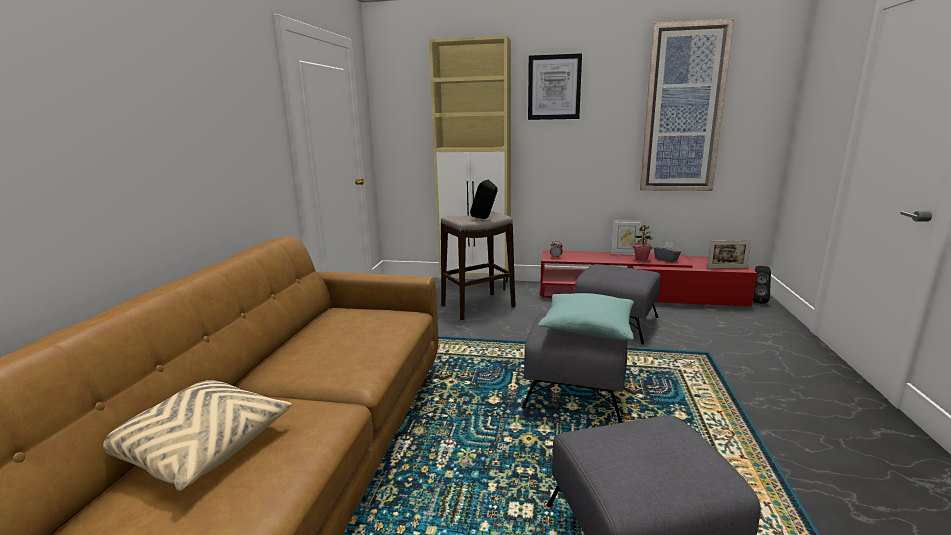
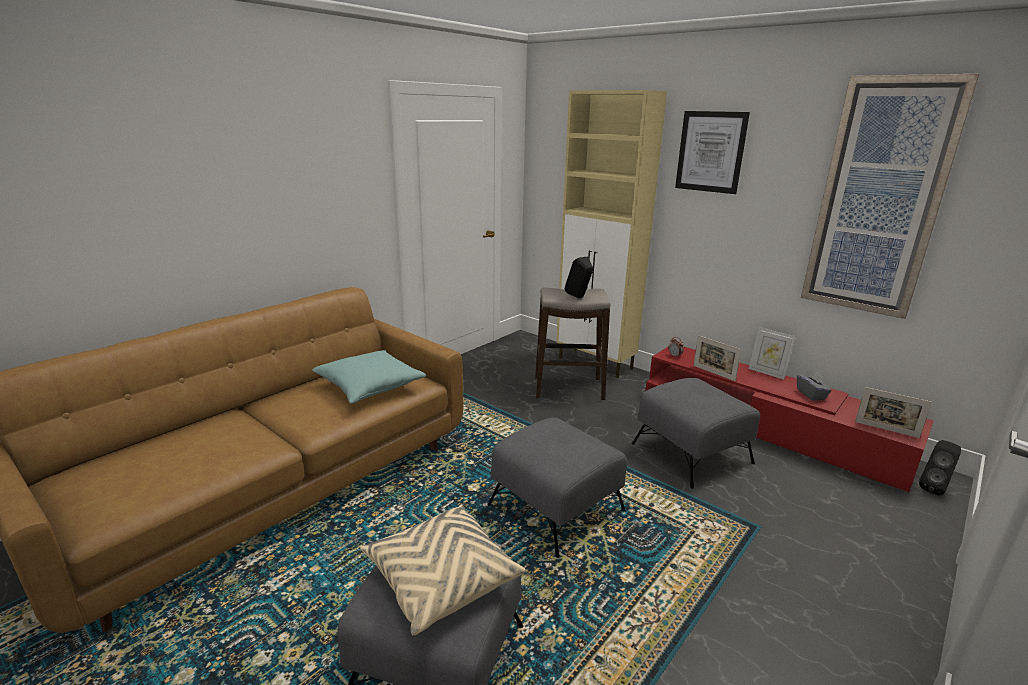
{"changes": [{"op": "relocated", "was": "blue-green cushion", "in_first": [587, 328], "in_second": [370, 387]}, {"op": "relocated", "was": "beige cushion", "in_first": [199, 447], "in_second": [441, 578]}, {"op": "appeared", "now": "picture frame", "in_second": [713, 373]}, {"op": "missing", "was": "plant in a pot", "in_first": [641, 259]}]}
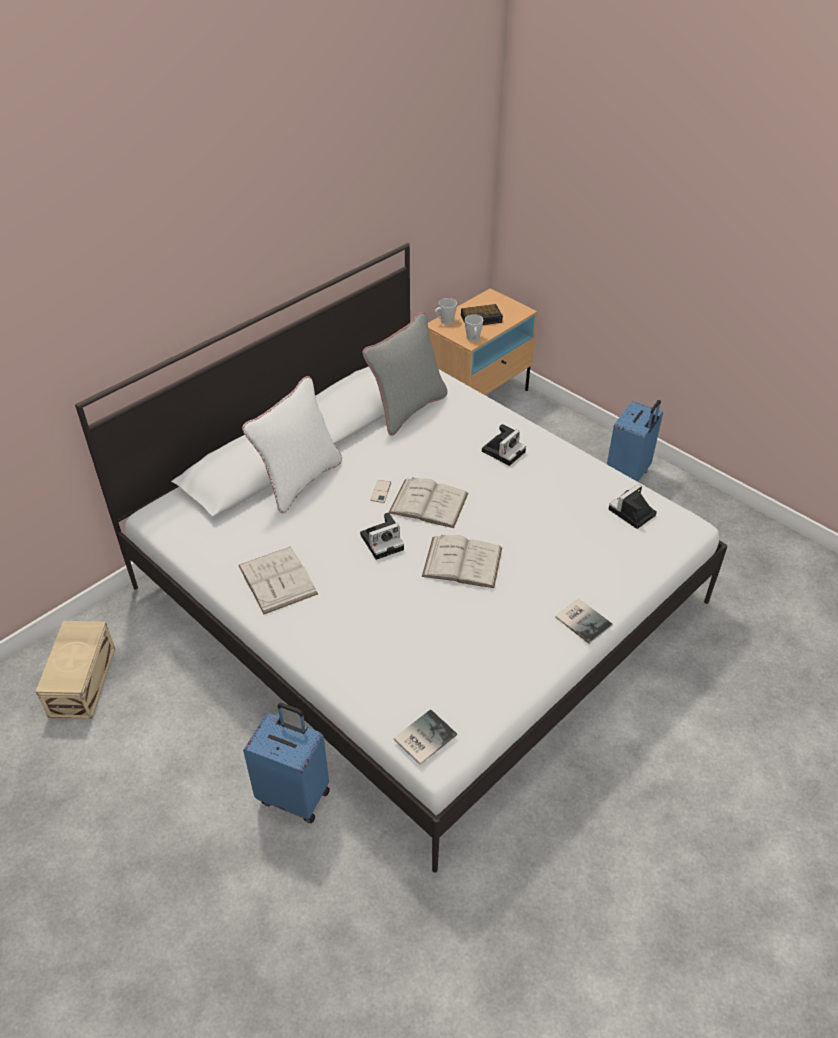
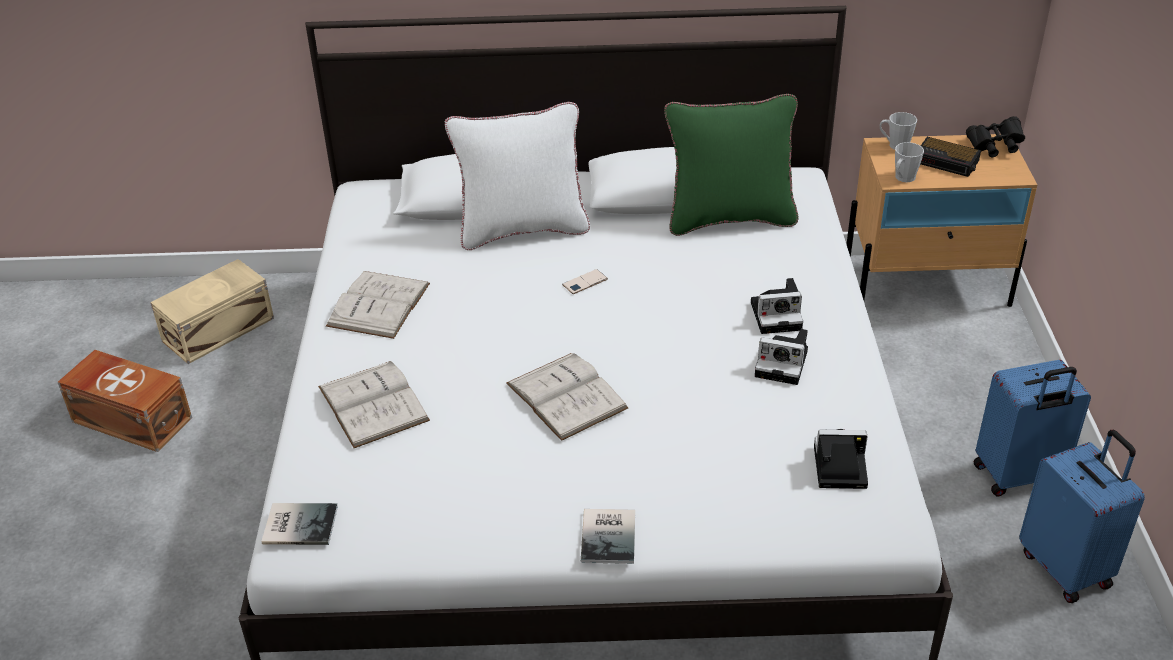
{"changes": [{"op": "appeared", "now": "brown-coloured storage bin", "in_second": [131, 418]}, {"op": "relocated", "was": "whitish volume", "in_first": [428, 503], "in_second": [373, 403]}, {"op": "colour", "was": "gray cushion", "now": "green-coloured cushion", "in_first": [407, 409], "in_second": [729, 218]}, {"op": "relocated", "was": "photo camera", "in_first": [383, 541], "in_second": [784, 364]}, {"op": "appeared", "now": "blackish field glasses", "in_second": [995, 147]}, {"op": "relocated", "was": "bluish travel case", "in_first": [295, 795], "in_second": [1066, 568]}]}
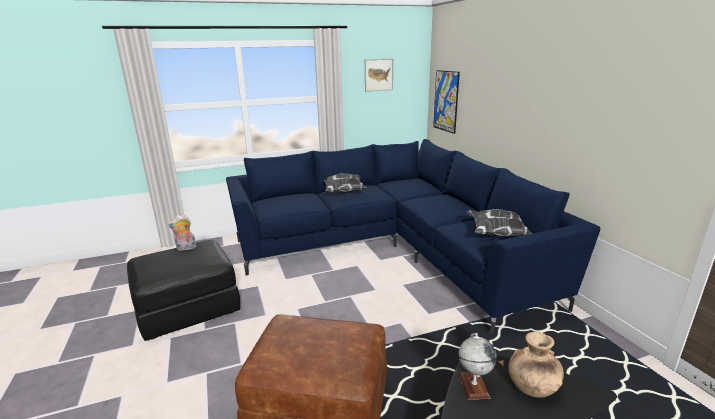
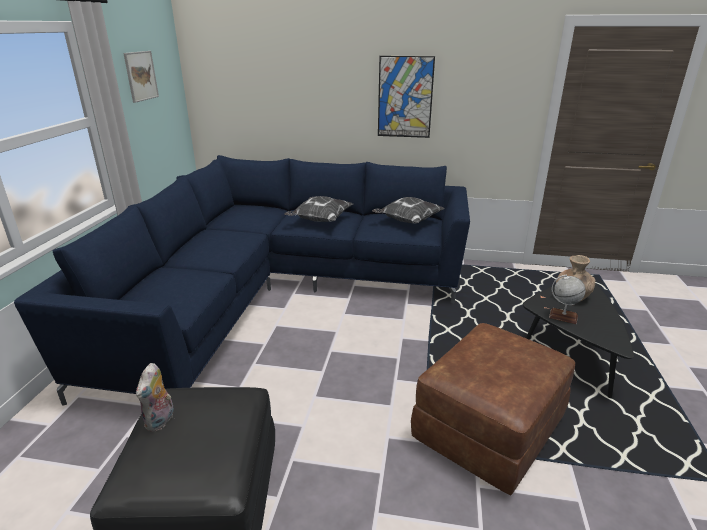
{"changes": [{"op": "relocated", "was": "cushion", "in_first": [342, 192], "in_second": [319, 221]}, {"op": "relocated", "was": "picture", "in_first": [446, 101], "in_second": [405, 97]}]}
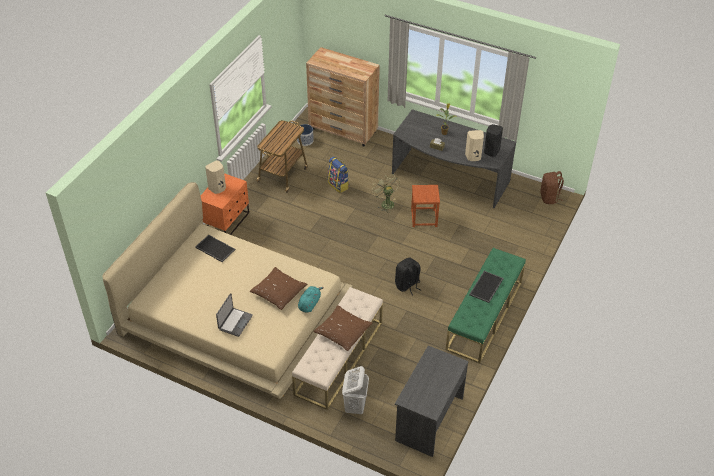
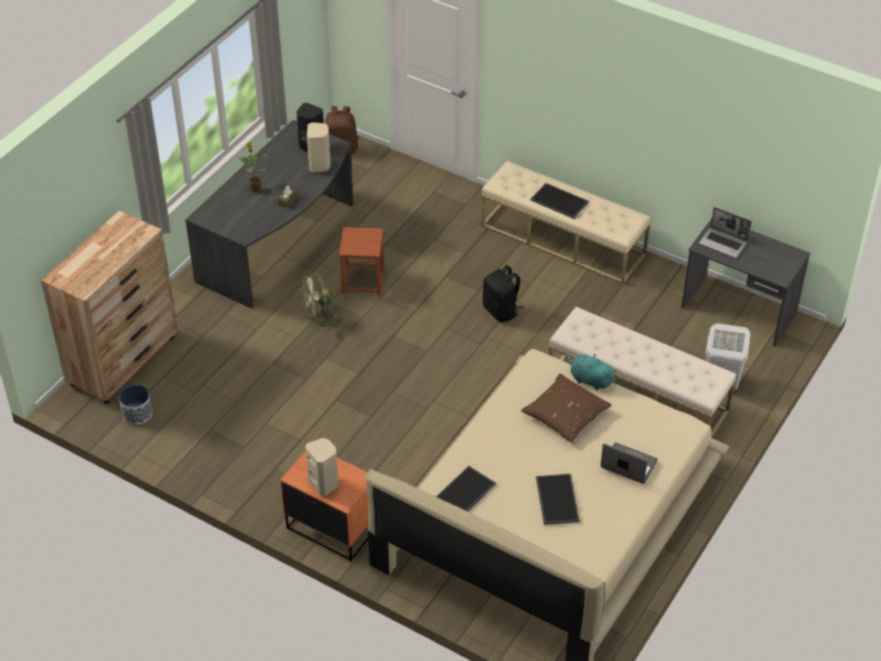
{"changes": [{"op": "colour", "was": "green-coloured bench", "now": "beige bench", "in_first": [484, 315], "in_second": [563, 240]}, {"op": "appeared", "now": "serving tray", "in_second": [556, 499]}, {"op": "appeared", "now": "laptop", "in_second": [724, 243]}, {"op": "missing", "was": "wheeled cart", "in_first": [283, 174]}, {"op": "missing", "was": "brown-coloured cushion", "in_first": [343, 332]}, {"op": "missing", "was": "backpack", "in_first": [339, 185]}]}
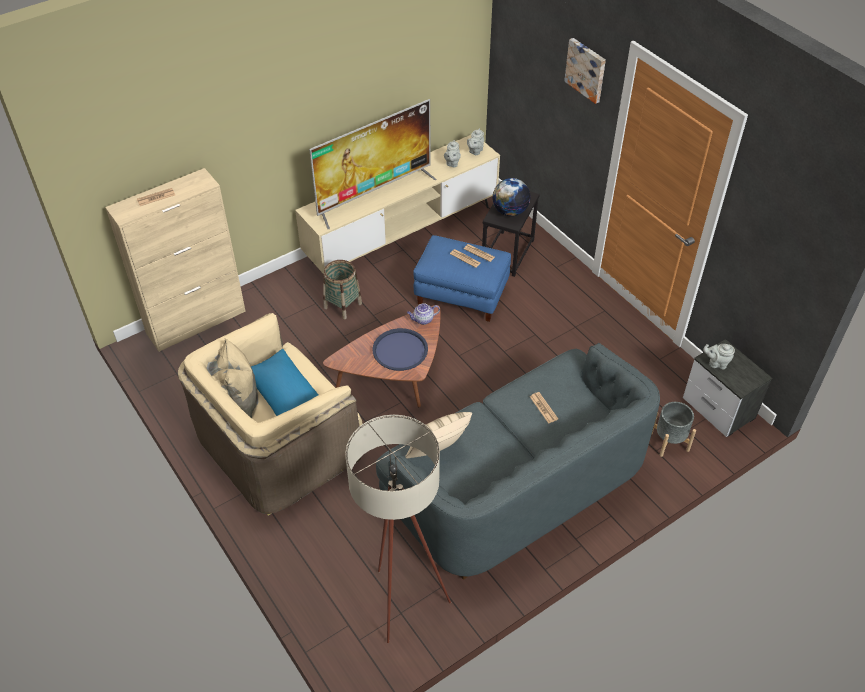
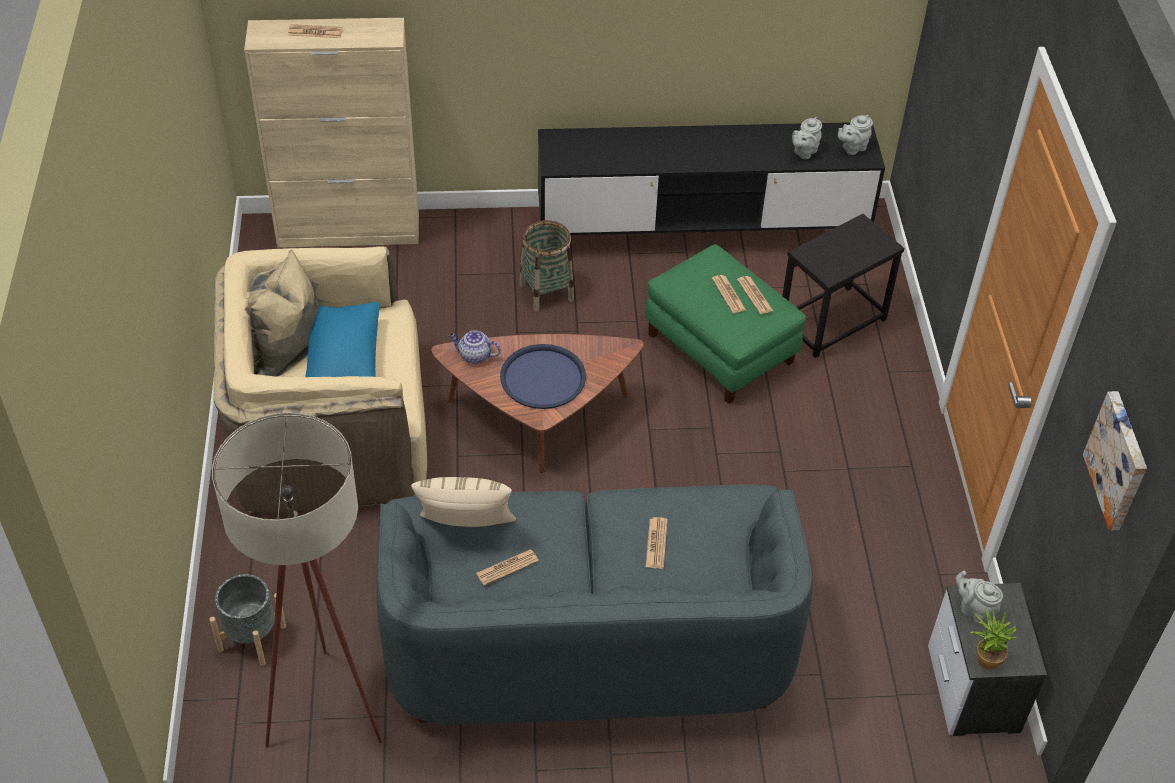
{"changes": [{"op": "relocated", "was": "gray planter", "in_first": [669, 441], "in_second": [252, 638]}, {"op": "relocated", "was": "teapot", "in_first": [423, 320], "in_second": [474, 356]}, {"op": "appeared", "now": "printed paper", "in_second": [507, 567]}, {"op": "colour", "was": "beige tv stand", "now": "blackish tv stand", "in_first": [402, 235], "in_second": [701, 232]}, {"op": "colour", "was": "bluish ottoman", "now": "green-coloured ottoman", "in_first": [462, 293], "in_second": [721, 348]}, {"op": "appeared", "now": "plant in a pot", "in_second": [984, 657]}, {"op": "relocated", "was": "picture", "in_first": [586, 69], "in_second": [1119, 460]}, {"op": "missing", "was": "television", "in_first": [374, 195]}, {"op": "missing", "was": "globe", "in_first": [510, 211]}]}
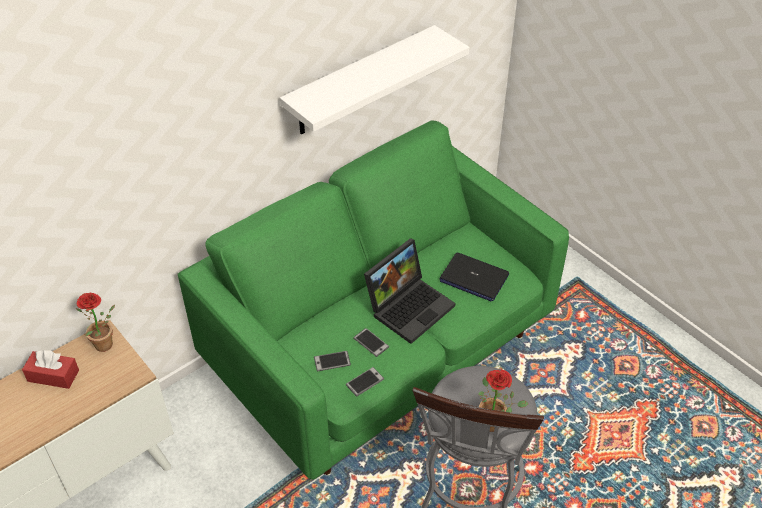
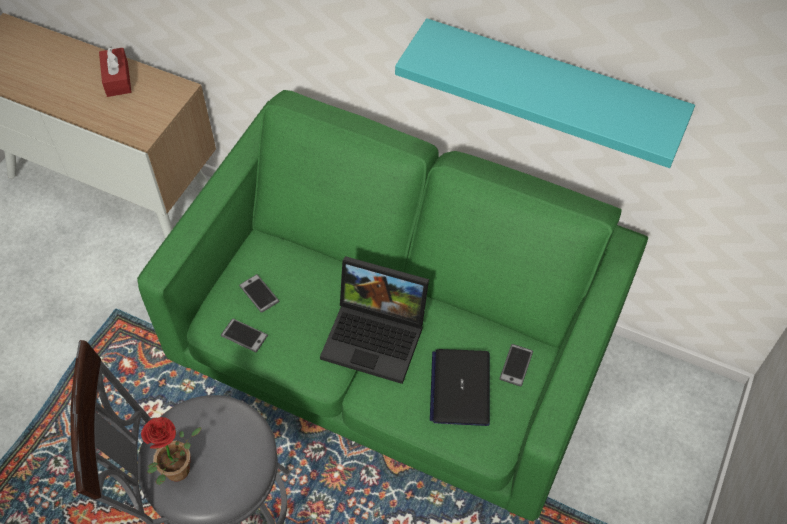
{"changes": [{"op": "colour", "was": "whitish wall shelf", "now": "blue-green wall shelf", "in_first": [361, 81], "in_second": [551, 87]}, {"op": "relocated", "was": "handset", "in_first": [371, 342], "in_second": [516, 365]}, {"op": "missing", "was": "plant in a pot", "in_first": [106, 347]}]}
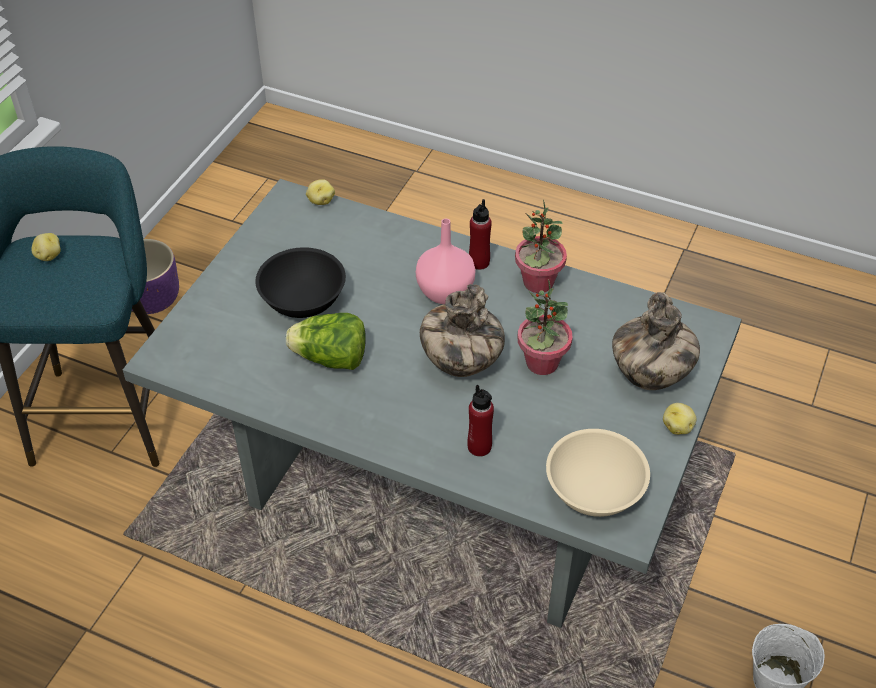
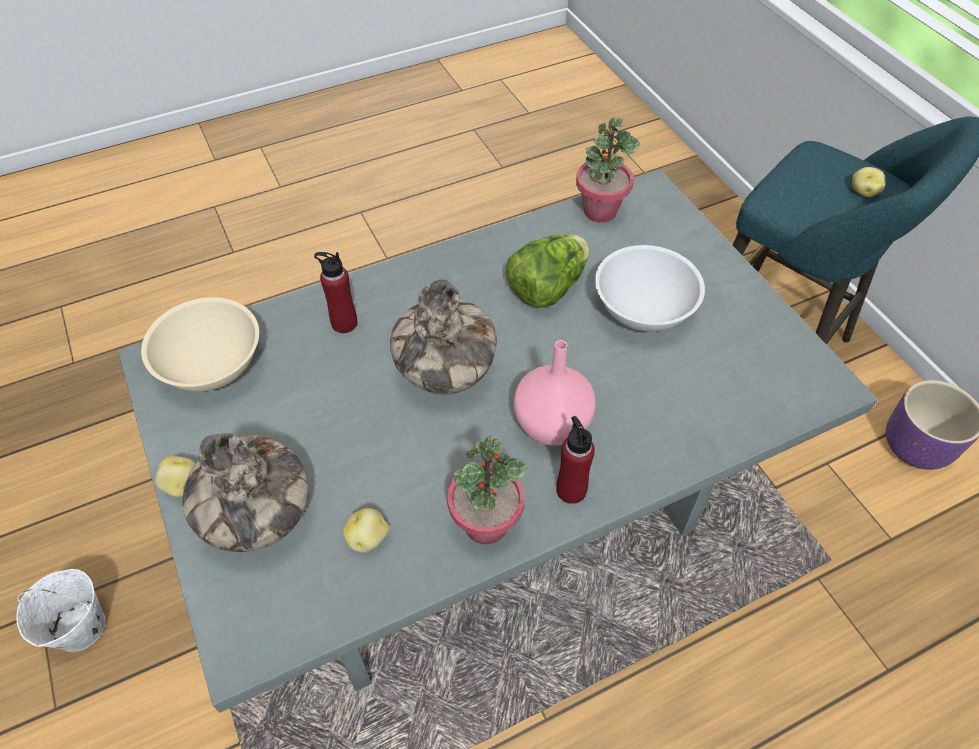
{"changes": [{"op": "relocated", "was": "whole potato", "in_first": [320, 201], "in_second": [368, 538]}, {"op": "relocated", "was": "plant in a pot", "in_first": [541, 363], "in_second": [600, 211]}, {"op": "colour", "was": "blackish deep dish", "now": "whitish deep dish", "in_first": [303, 301], "in_second": [642, 309]}]}
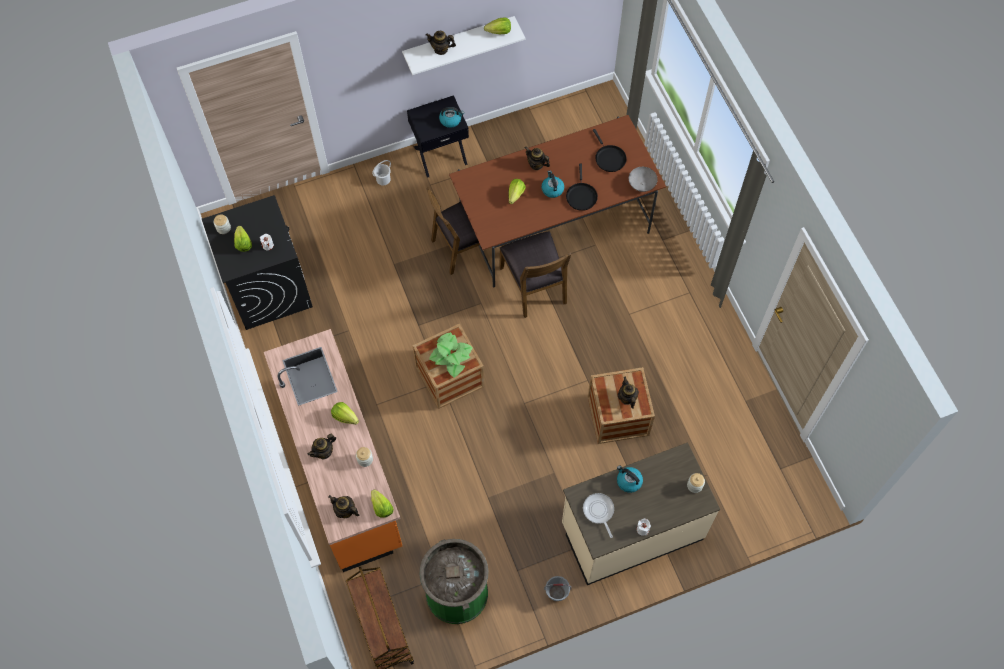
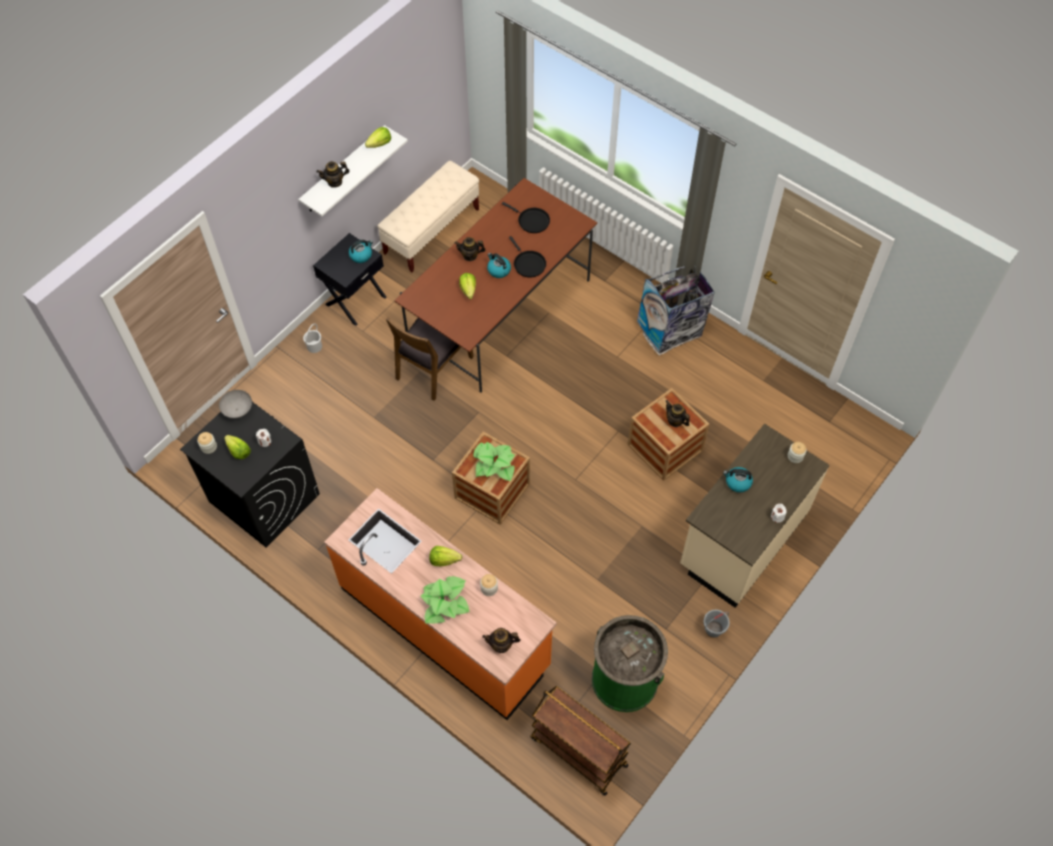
{"changes": [{"op": "relocated", "was": "gray deep dish", "in_first": [642, 185], "in_second": [238, 410]}, {"op": "appeared", "now": "beige bench", "in_second": [432, 231]}, {"op": "exchanged", "was": "teapot", "now": "plant in a pot", "in_first": [324, 452], "in_second": [445, 602]}, {"op": "appeared", "now": "trash can", "in_second": [670, 329]}, {"op": "missing", "was": "head of lettuce", "in_first": [381, 507]}, {"op": "missing", "was": "brown-coloured chair", "in_first": [534, 285]}, {"op": "missing", "was": "frying pan", "in_first": [599, 511]}]}
